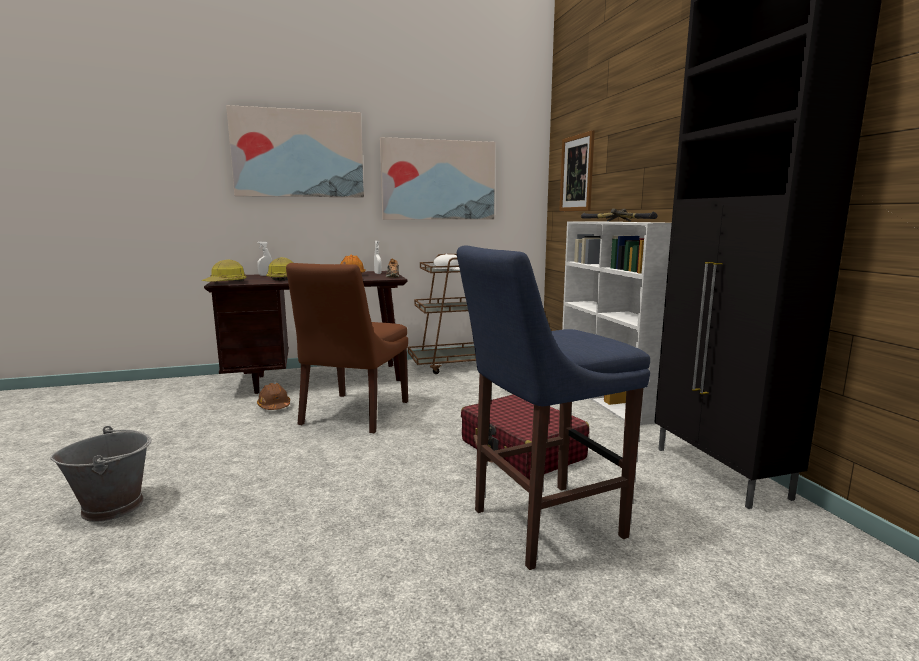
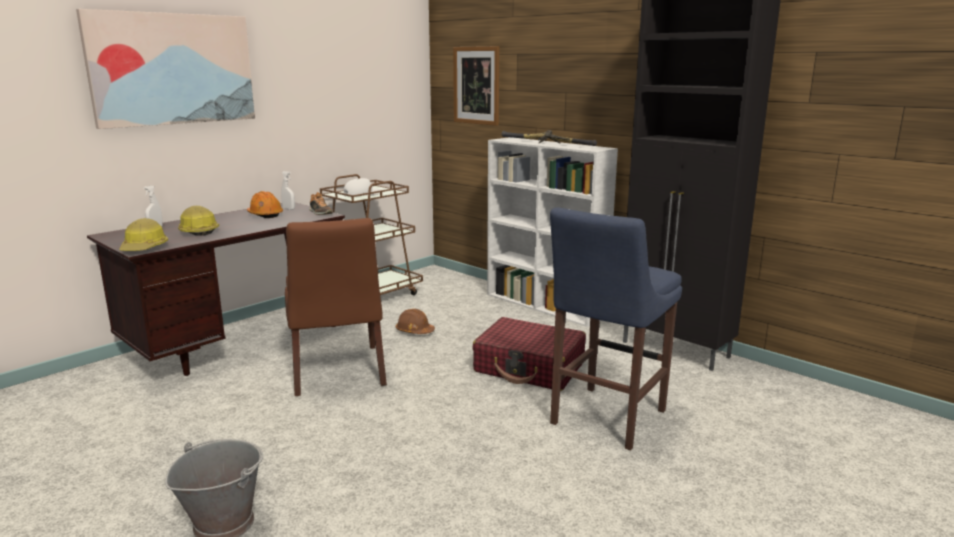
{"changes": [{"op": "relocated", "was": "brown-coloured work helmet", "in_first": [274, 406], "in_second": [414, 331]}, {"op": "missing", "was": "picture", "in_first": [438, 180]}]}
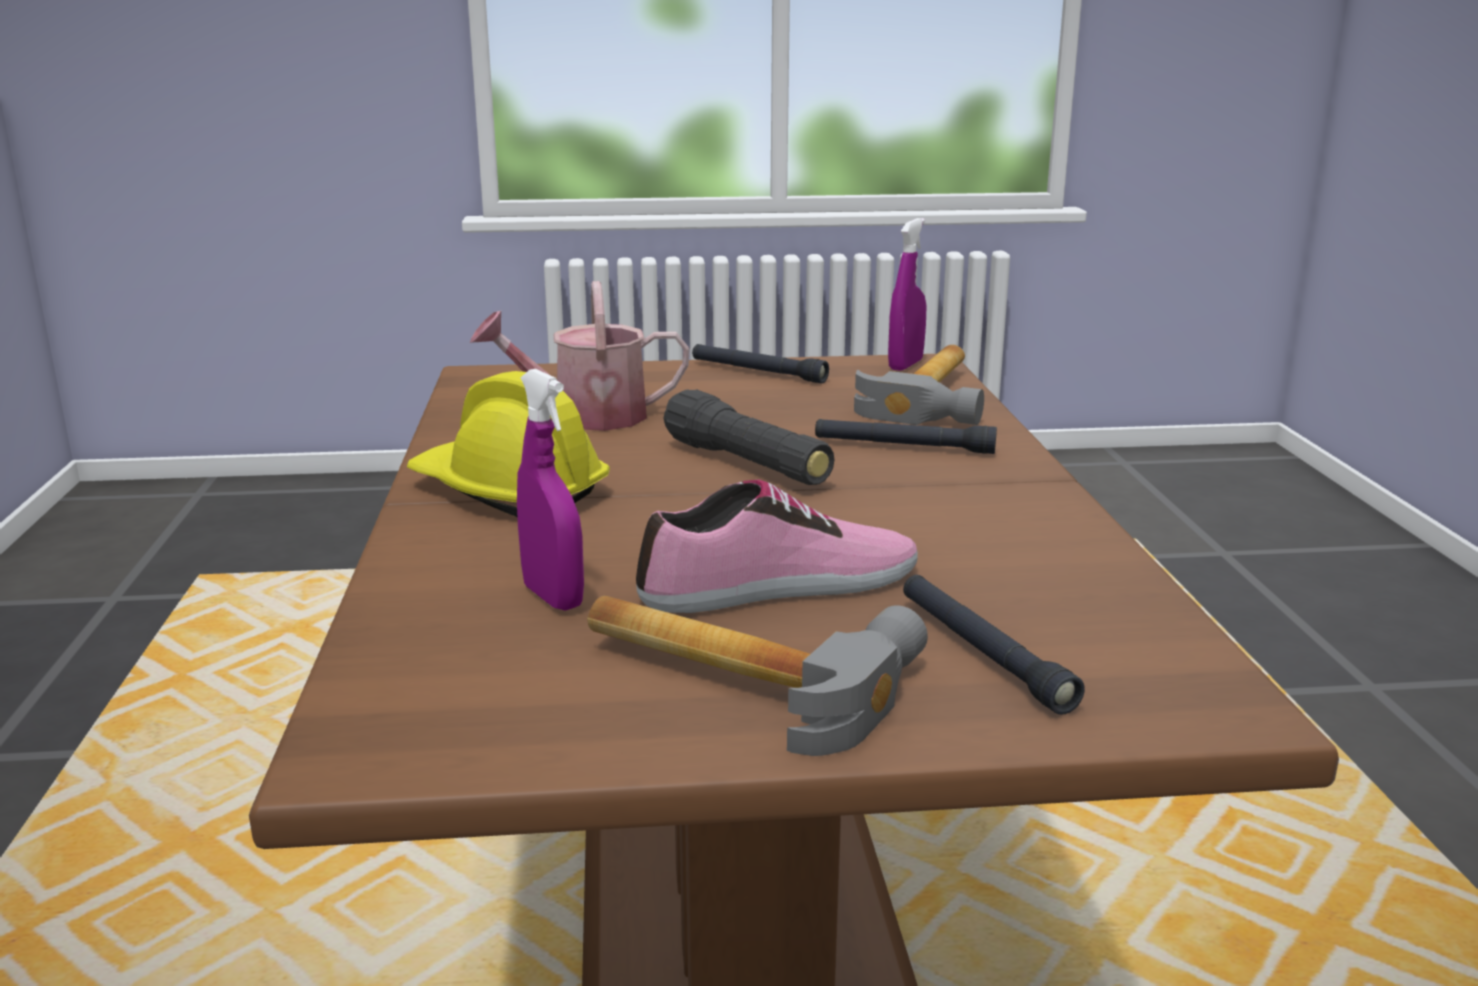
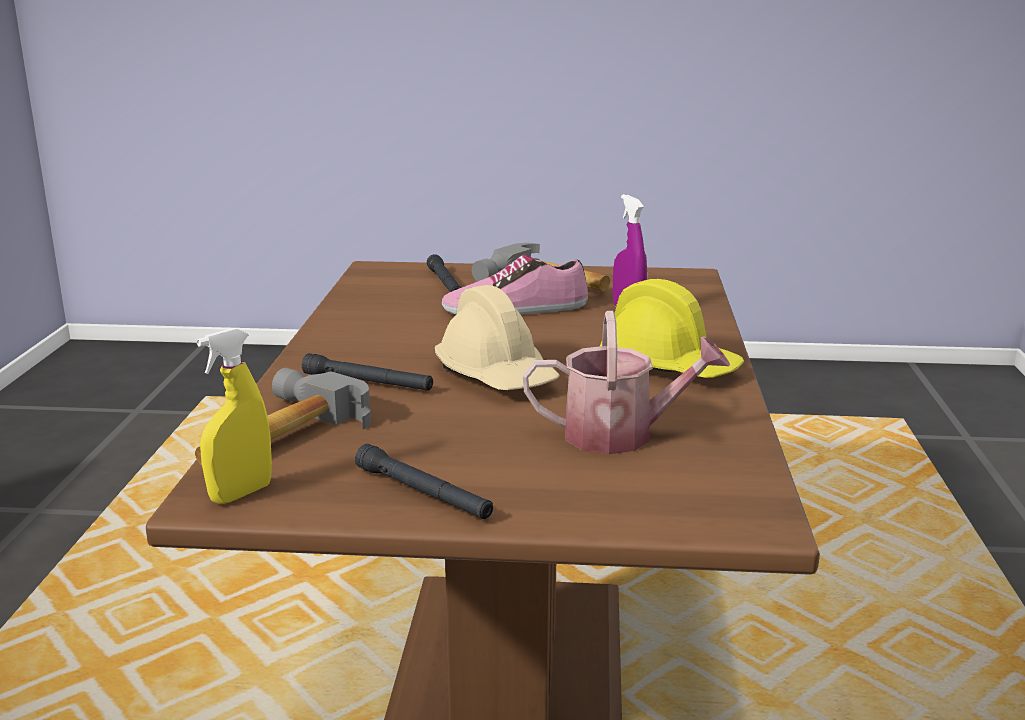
{"changes": [{"op": "colour", "was": "purplish sprayer", "now": "yellow sprayer", "in_first": [905, 365], "in_second": [241, 494]}, {"op": "exchanged", "was": "blackish flashlight", "now": "beige work helmet", "in_first": [747, 464], "in_second": [497, 376]}]}
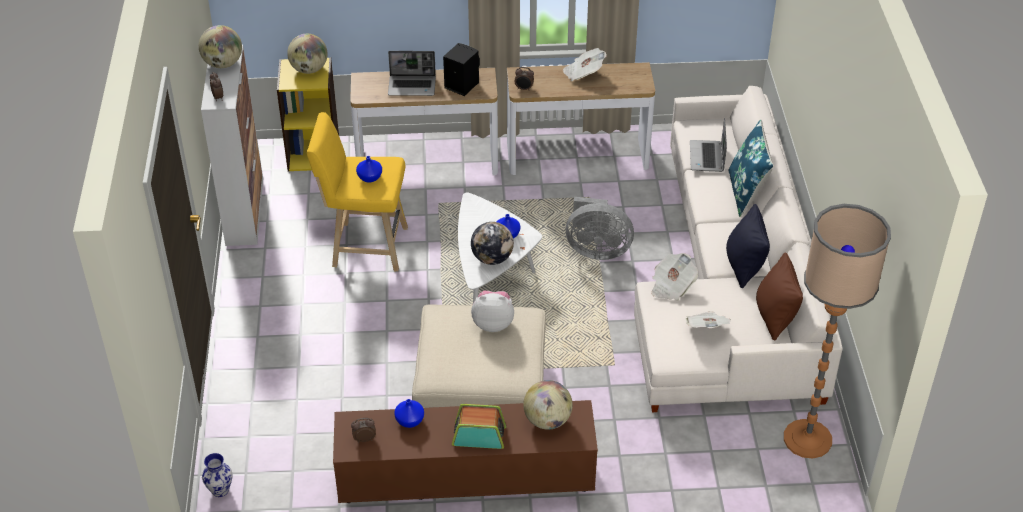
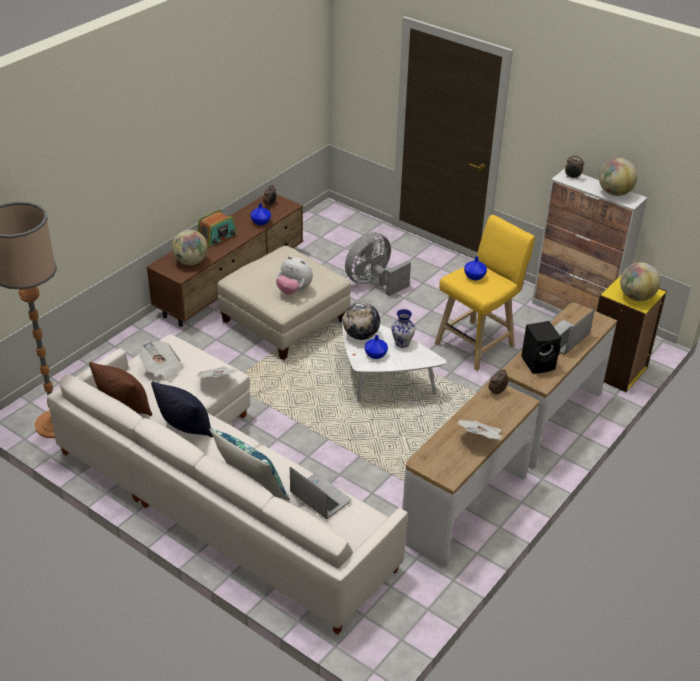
{"changes": [{"op": "spun", "was": "plush toy", "in_first": [493, 323], "in_second": [294, 290], "clockwise": 75}, {"op": "relocated", "was": "gray fan", "in_first": [596, 250], "in_second": [373, 283]}, {"op": "relocated", "was": "flower vase", "in_first": [220, 490], "in_second": [402, 343]}]}
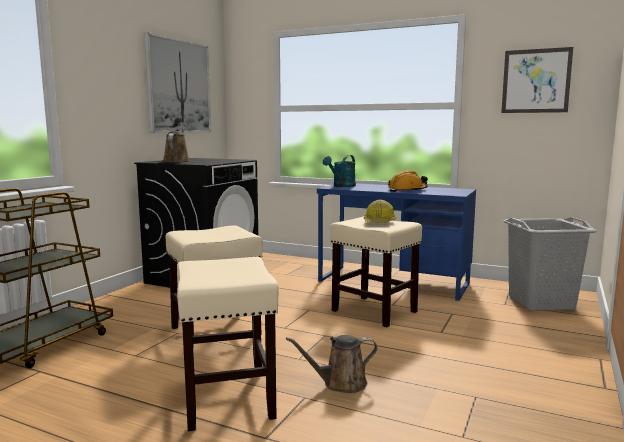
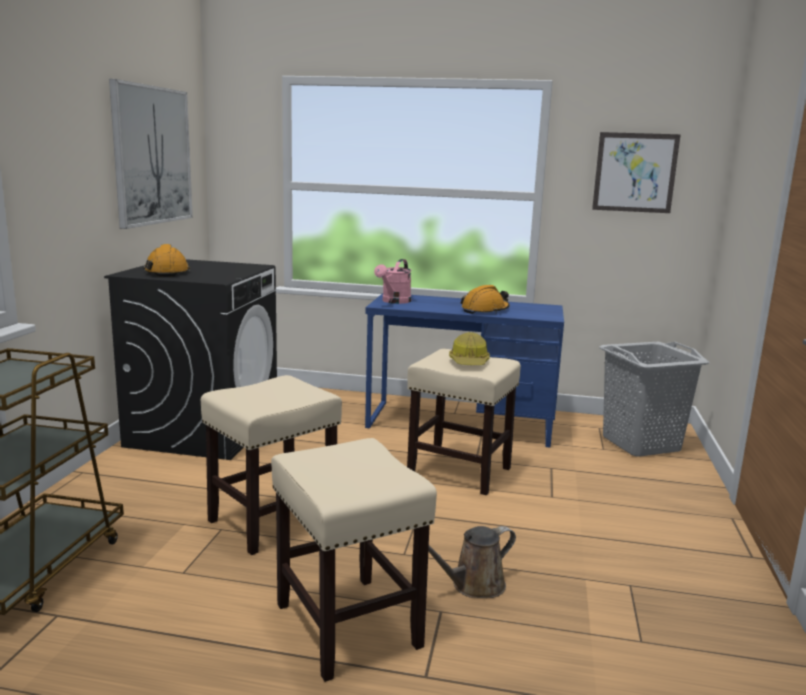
{"changes": [{"op": "exchanged", "was": "brown-coloured watering can", "now": "orange-coloured work helmet", "in_first": [177, 161], "in_second": [167, 272]}, {"op": "colour", "was": "blue-green watering can", "now": "pink-coloured watering can", "in_first": [341, 186], "in_second": [394, 301]}]}
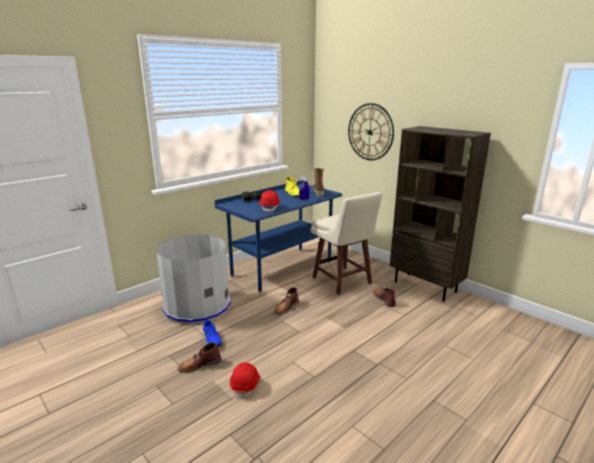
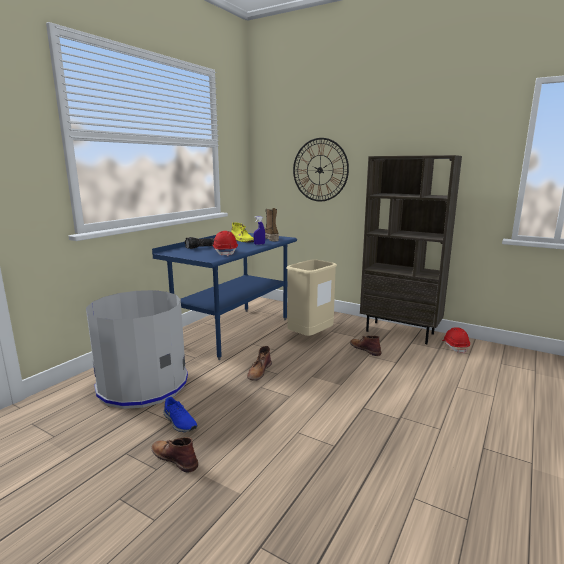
{"changes": [{"op": "spun", "was": "brown-coloured boot", "in_first": [199, 364], "in_second": [174, 457], "clockwise": 75}, {"op": "exchanged", "was": "beige sitting stool", "now": "beige trash can", "in_first": [342, 281], "in_second": [310, 337]}, {"op": "relocated", "was": "red work helmet", "in_first": [246, 385], "in_second": [455, 347]}]}
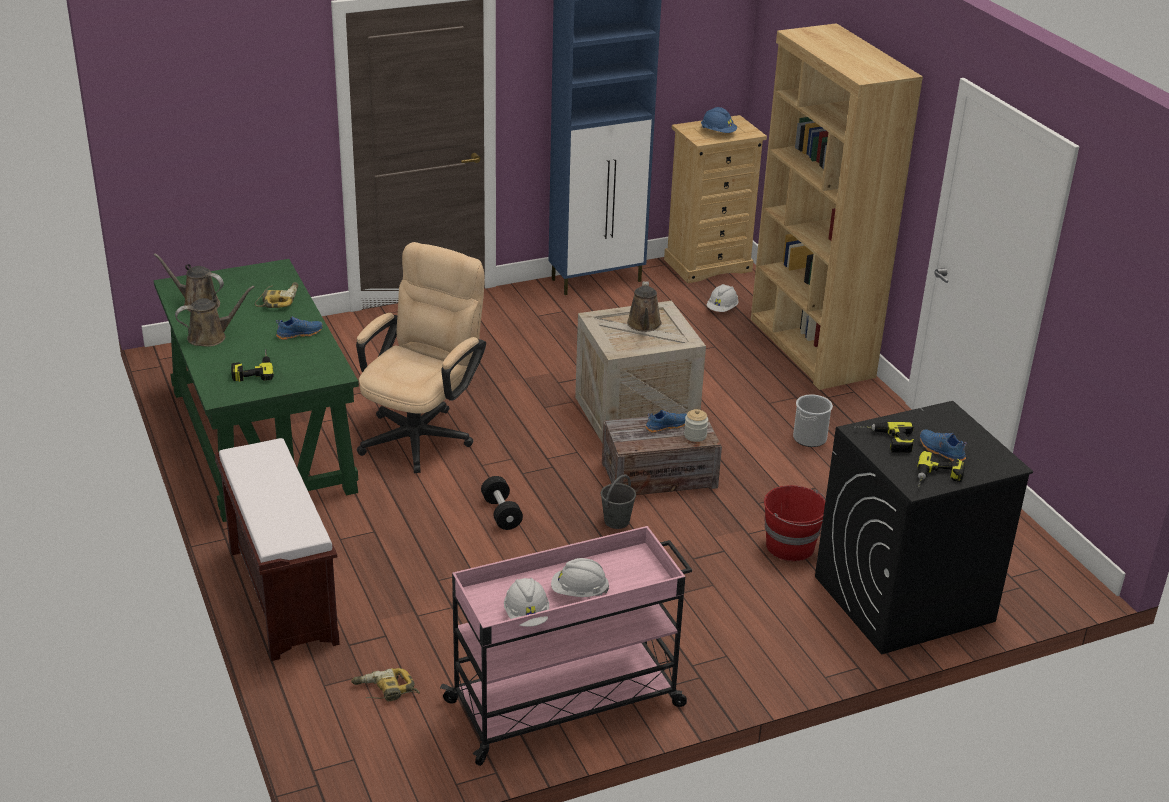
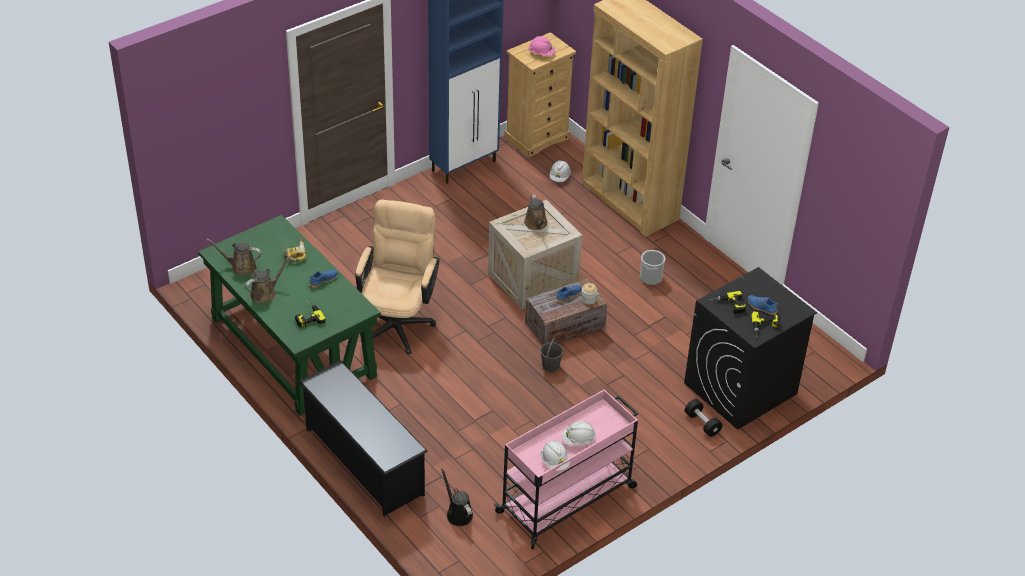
{"changes": [{"op": "exchanged", "was": "brown-coloured bench", "now": "blackish shoe rack", "in_first": [281, 595], "in_second": [363, 461]}, {"op": "exchanged", "was": "power drill", "now": "blackish watering can", "in_first": [385, 691], "in_second": [458, 513]}, {"op": "colour", "was": "bluish work helmet", "now": "pink-coloured work helmet", "in_first": [718, 132], "in_second": [541, 53]}, {"op": "relocated", "was": "blackish free weight", "in_first": [501, 513], "in_second": [702, 423]}, {"op": "missing", "was": "red pail", "in_first": [791, 546]}]}
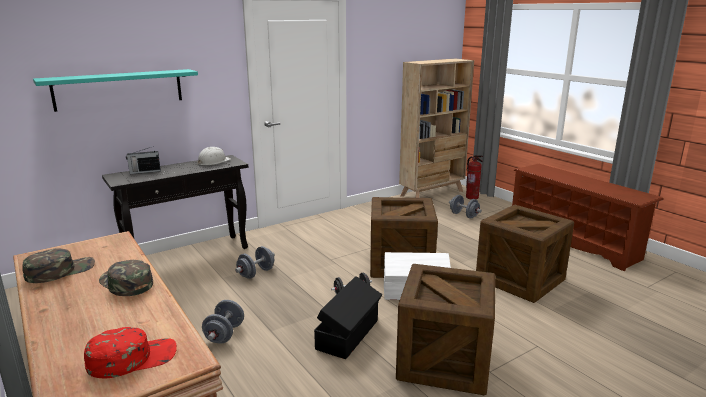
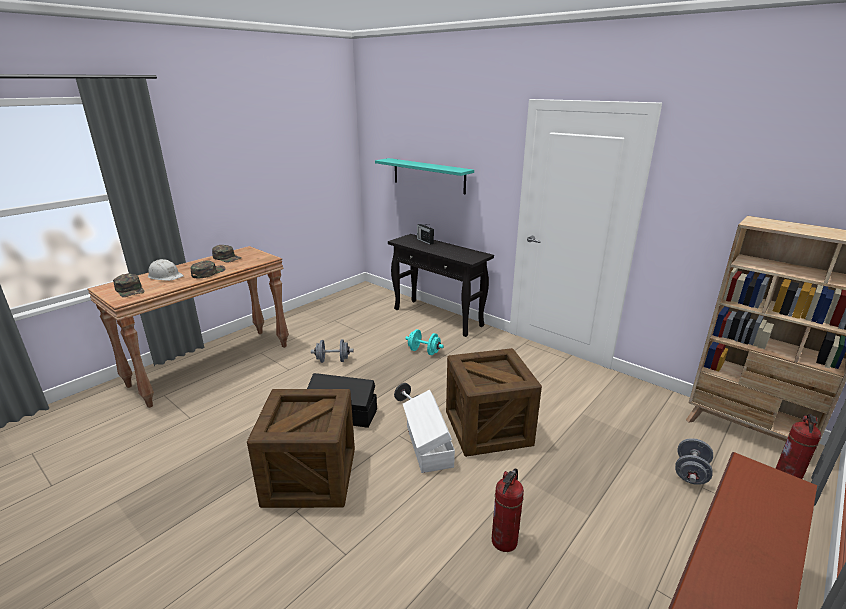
{"changes": [{"op": "colour", "was": "red baseball cap", "now": "green-coloured baseball cap", "in_first": [132, 358], "in_second": [130, 290]}, {"op": "relocated", "was": "whitish work helmet", "in_first": [213, 162], "in_second": [165, 276]}, {"op": "colour", "was": "gray free weight", "now": "blue-green free weight", "in_first": [256, 273], "in_second": [424, 351]}, {"op": "exchanged", "was": "crate", "now": "fire-fighting cylinder", "in_first": [520, 280], "in_second": [504, 541]}]}
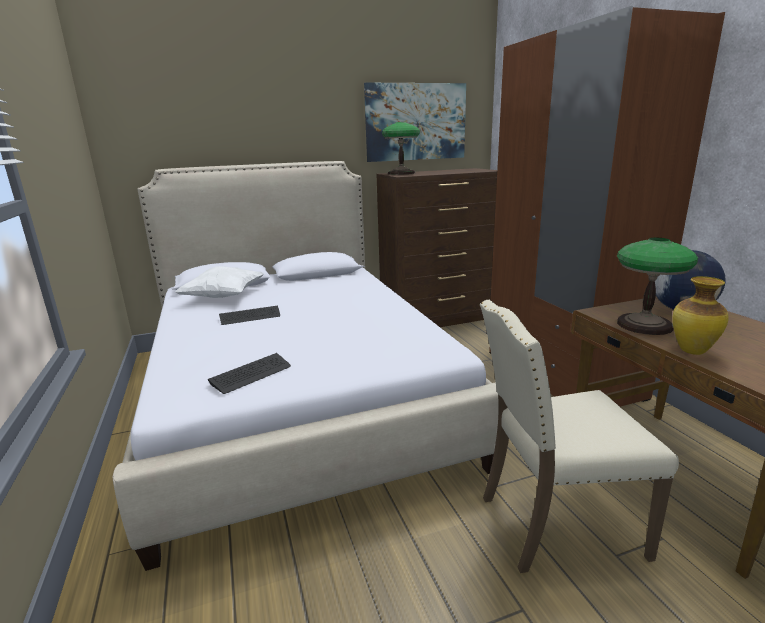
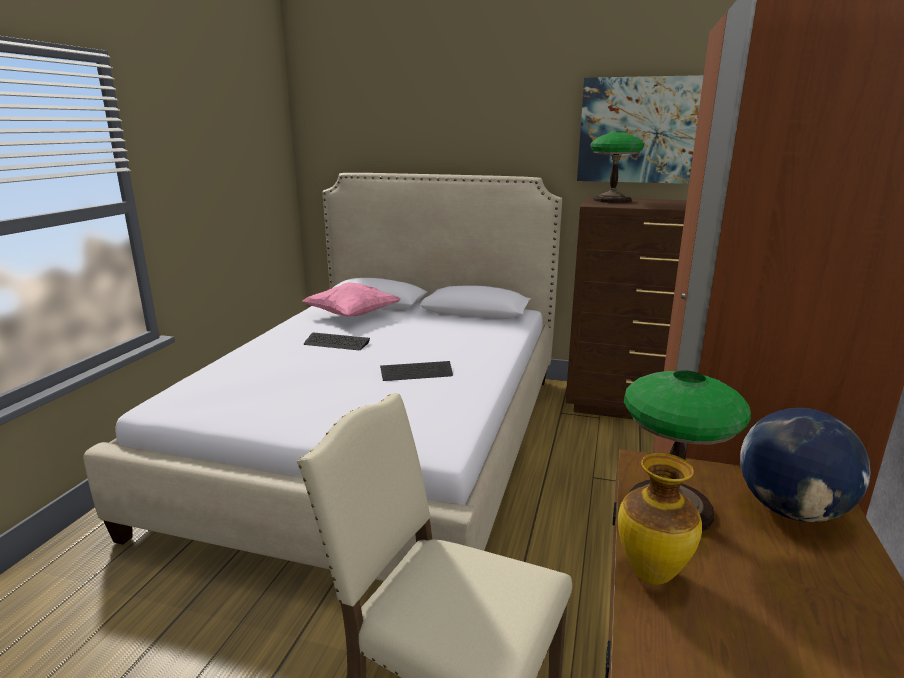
{"changes": [{"op": "colour", "was": "whitish cushion", "now": "pink-coloured cushion", "in_first": [224, 297], "in_second": [353, 315]}, {"op": "relocated", "was": "keyboard", "in_first": [251, 374], "in_second": [416, 373]}]}
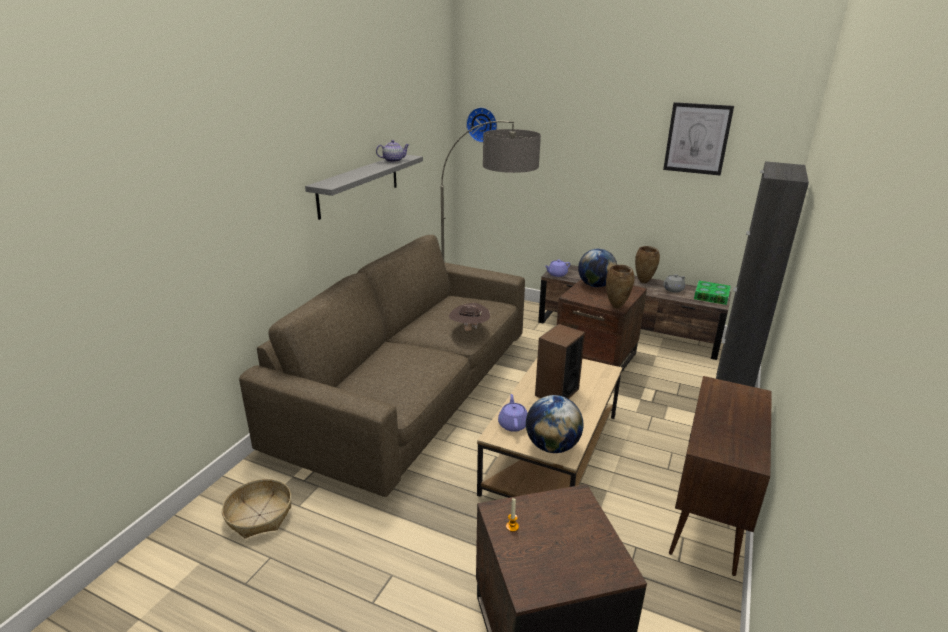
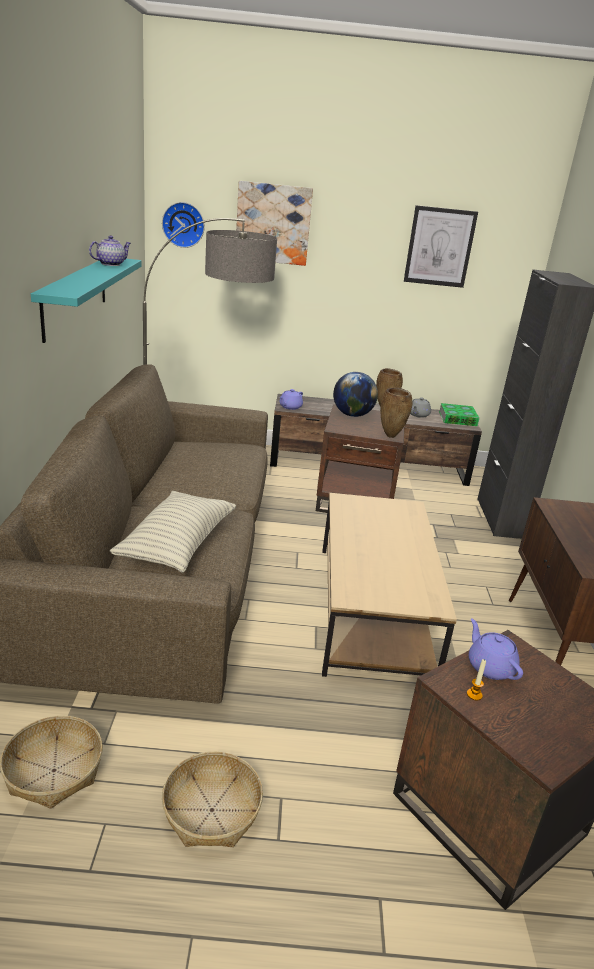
{"changes": [{"op": "colour", "was": "gray wall shelf", "now": "blue-green wall shelf", "in_first": [359, 185], "in_second": [75, 296]}, {"op": "appeared", "now": "cushion", "in_second": [177, 544]}, {"op": "appeared", "now": "storage basket", "in_second": [211, 810]}, {"op": "appeared", "now": "picture", "in_second": [273, 223]}, {"op": "relocated", "was": "purplish teapot", "in_first": [513, 424], "in_second": [490, 666]}, {"op": "missing", "was": "brown-coloured wearable hat", "in_first": [469, 330]}, {"op": "missing", "was": "globe", "in_first": [552, 446]}, {"op": "missing", "was": "speaker", "in_first": [556, 392]}]}
